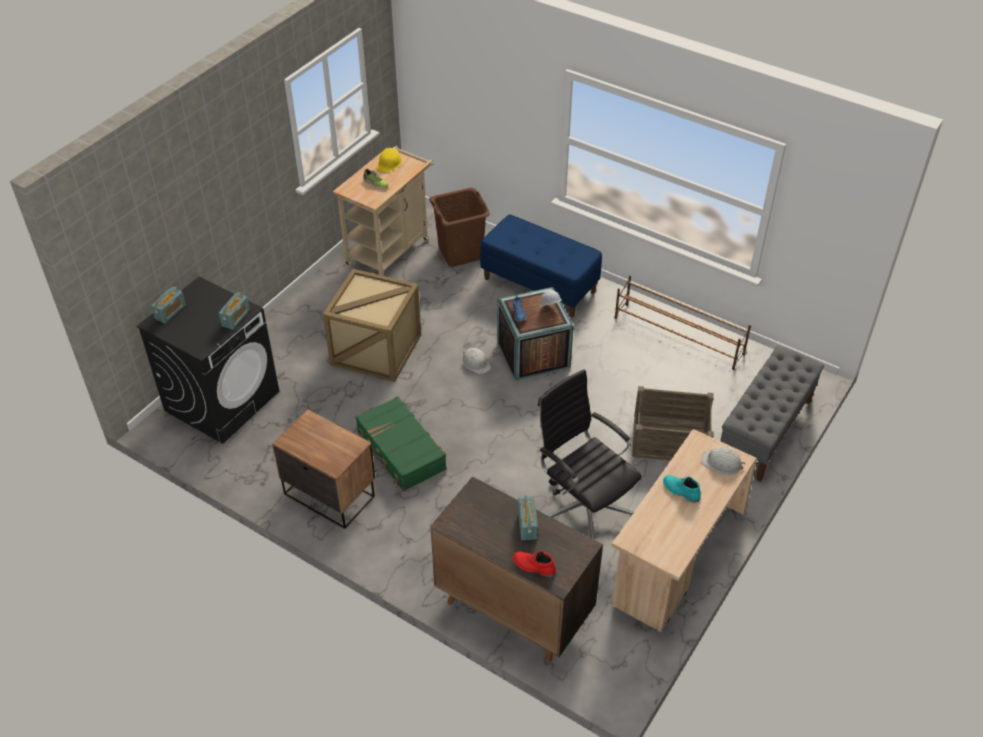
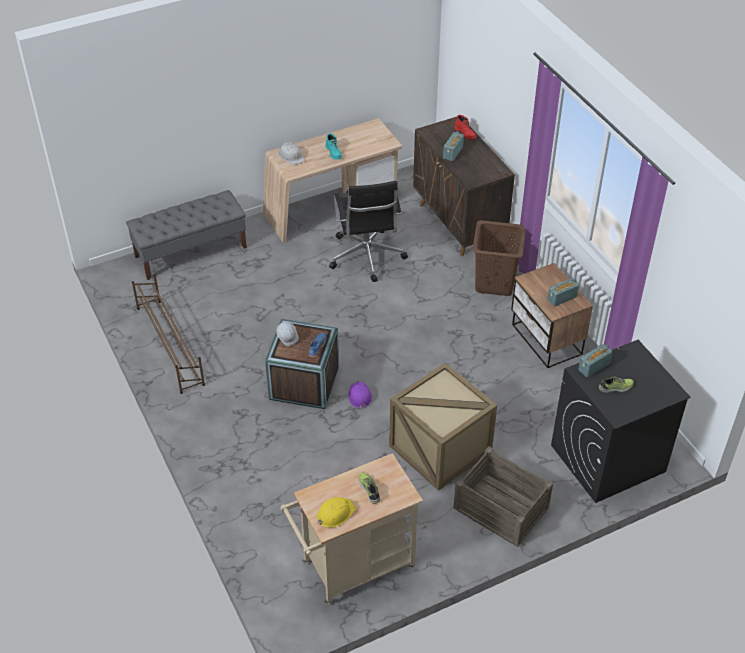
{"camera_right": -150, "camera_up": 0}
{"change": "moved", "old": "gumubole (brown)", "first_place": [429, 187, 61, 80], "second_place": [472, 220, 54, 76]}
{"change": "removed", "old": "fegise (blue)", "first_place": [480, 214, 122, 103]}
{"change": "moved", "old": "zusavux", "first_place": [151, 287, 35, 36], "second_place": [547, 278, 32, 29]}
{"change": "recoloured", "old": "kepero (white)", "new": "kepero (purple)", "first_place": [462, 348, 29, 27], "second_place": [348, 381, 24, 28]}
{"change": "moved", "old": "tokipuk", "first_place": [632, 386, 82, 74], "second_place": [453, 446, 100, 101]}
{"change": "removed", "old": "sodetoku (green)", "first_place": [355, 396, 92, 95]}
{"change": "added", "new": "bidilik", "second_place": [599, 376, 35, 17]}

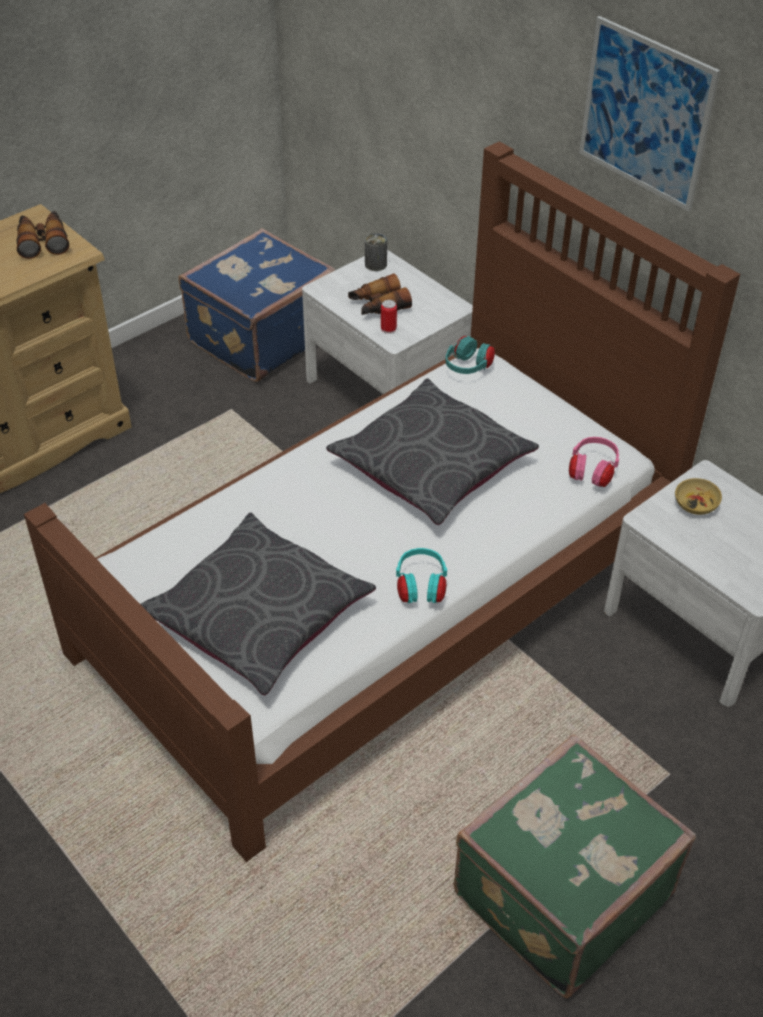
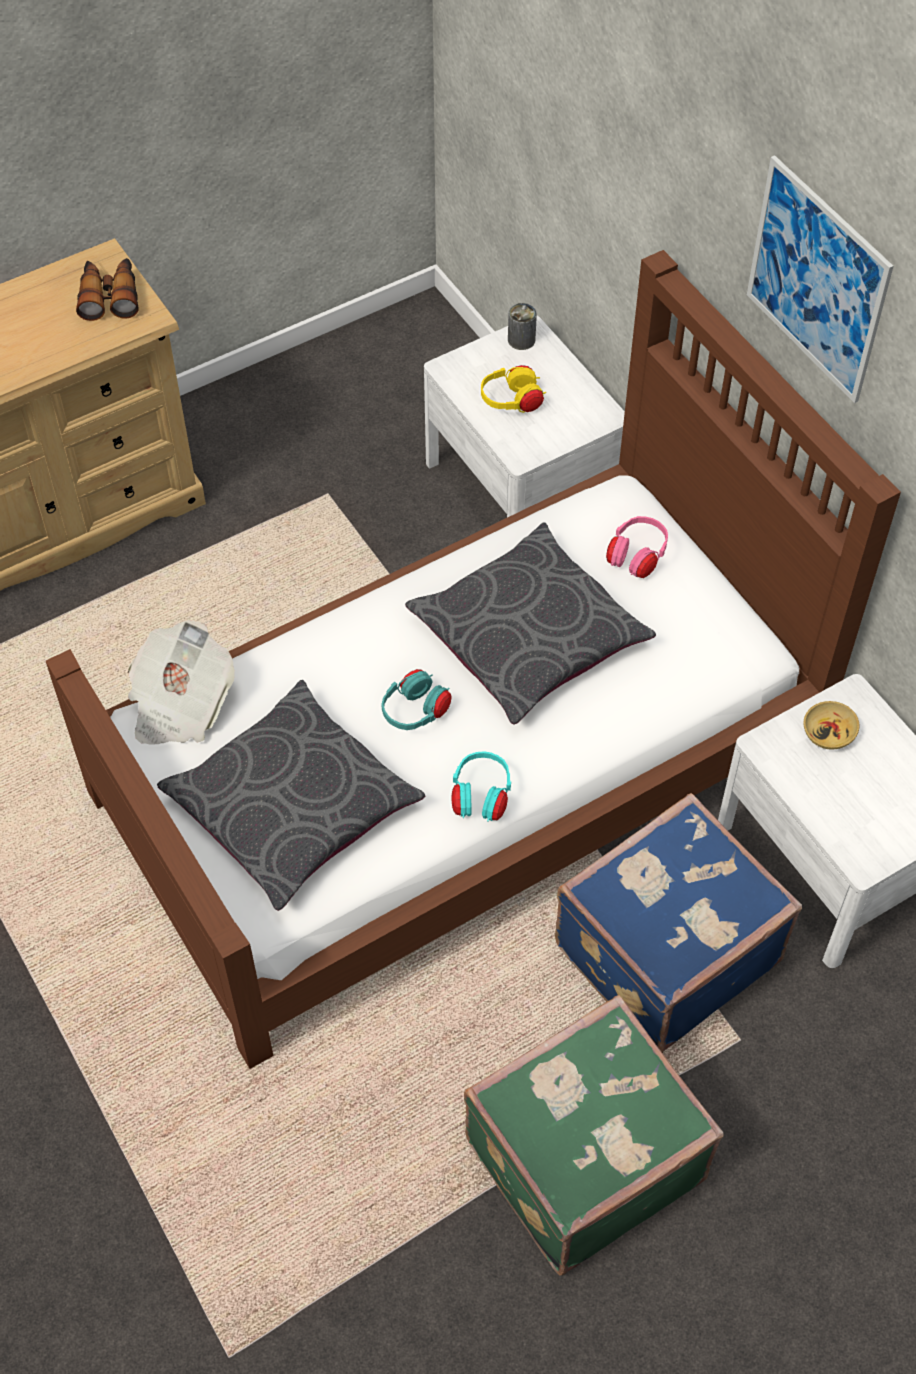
{"camera_right": 10, "camera_up": 10}
{"change": "moved", "old": "sodetoku (blue)", "first_place": [178, 228, 157, 154], "second_place": [555, 793, 247, 260]}
{"change": "replaced", "old": "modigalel", "new": "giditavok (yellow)", "first_place": [348, 273, 64, 42], "second_place": [481, 365, 65, 48]}
{"change": "removed", "old": "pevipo", "first_place": [381, 300, 16, 34]}
{"change": "moved", "old": "giditavok (turquoise)", "first_place": [445, 336, 50, 38], "second_place": [381, 669, 70, 61]}
{"change": "moved", "old": "giditavok (pink)", "first_place": [569, 437, 50, 50], "second_place": [606, 516, 62, 62]}
{"change": "added", "new": "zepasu", "second_place": [128, 620, 107, 125]}

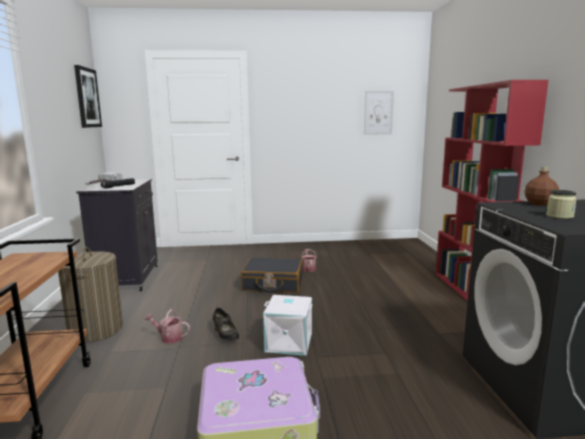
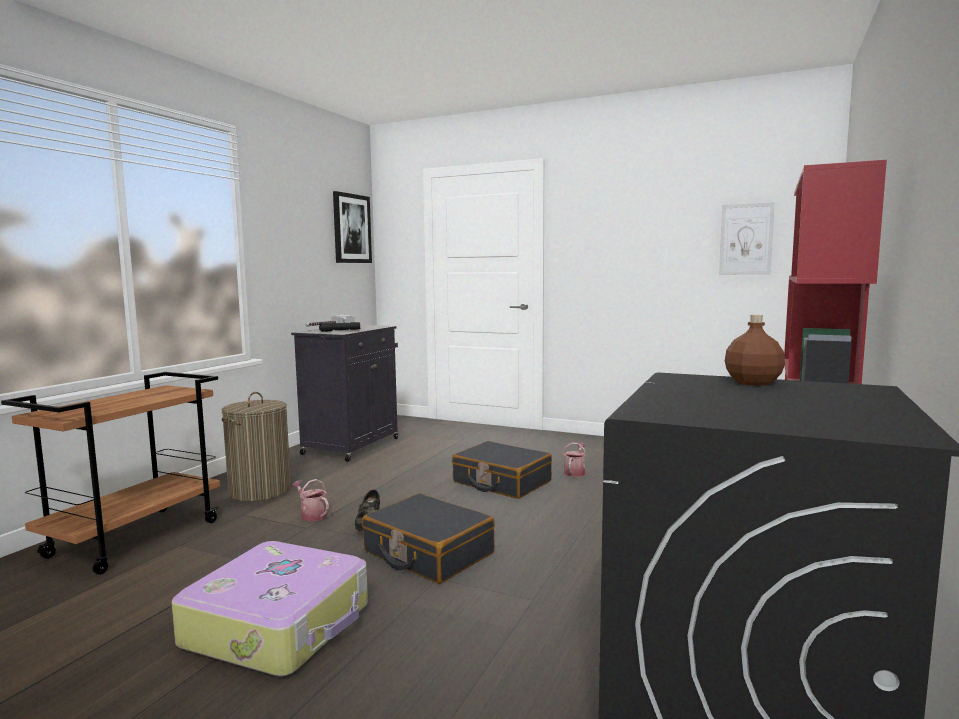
{"camera_right": 30, "camera_up": -5}
{"change": "removed", "old": "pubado", "first_place": [546, 190, 31, 29]}
{"change": "replaced", "old": "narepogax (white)", "new": "sodetoku (black)", "first_place": [263, 295, 50, 61], "second_place": [362, 493, 133, 91]}

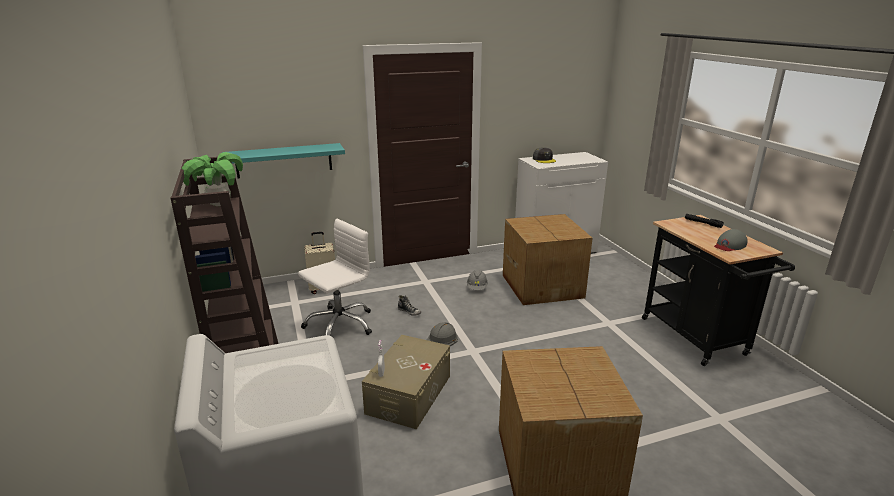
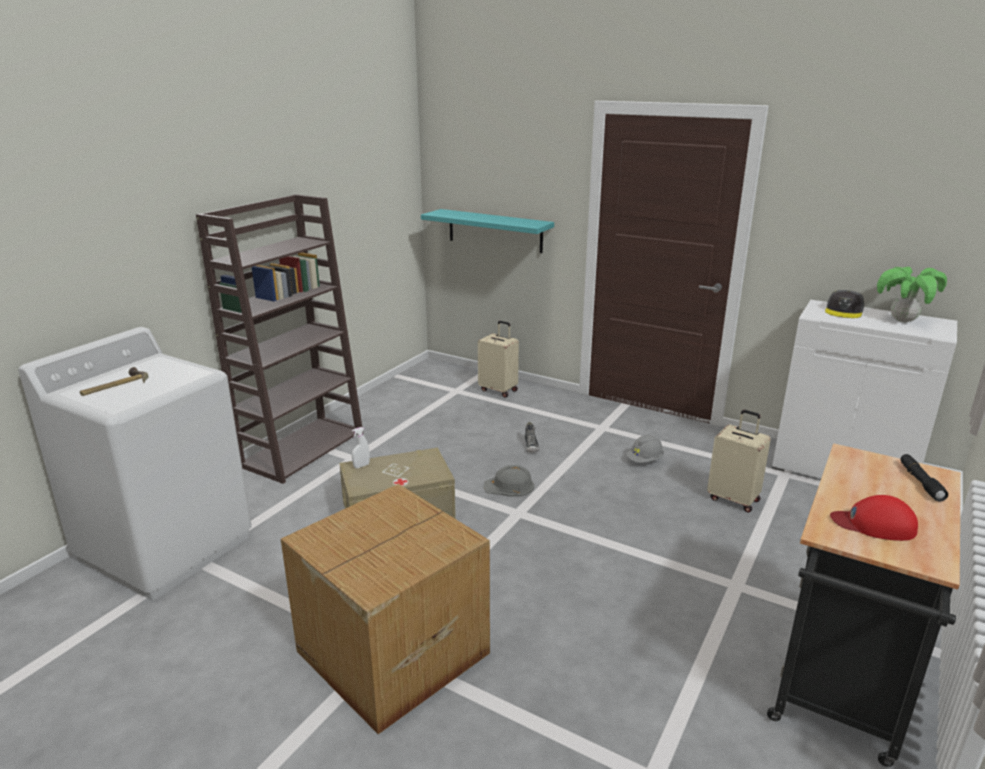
{"camera_right": 50, "camera_up": 0}
{"change": "moved", "old": "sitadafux", "first_place": [182, 152, 61, 54], "second_place": [877, 267, 70, 55]}
{"change": "replaced", "old": "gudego", "new": "sodetoku (beige)", "first_place": [503, 214, 90, 91], "second_place": [707, 410, 64, 102]}
{"change": "removed", "old": "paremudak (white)", "first_place": [298, 219, 74, 117]}
{"change": "recoloured", "old": "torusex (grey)", "new": "torusex (red)", "first_place": [714, 229, 34, 22], "second_place": [830, 495, 88, 46]}
{"change": "added", "new": "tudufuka", "second_place": [80, 367, 69, 29]}

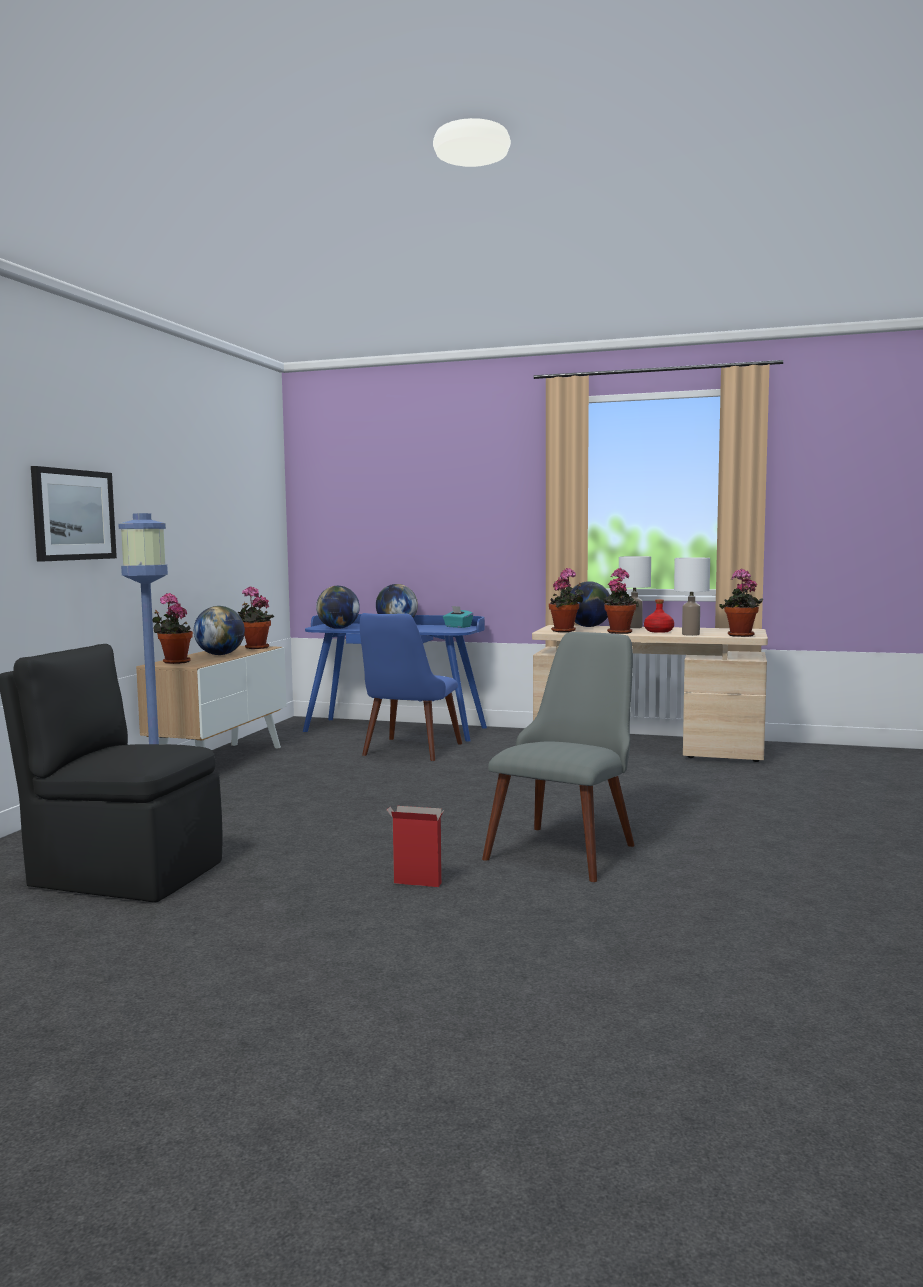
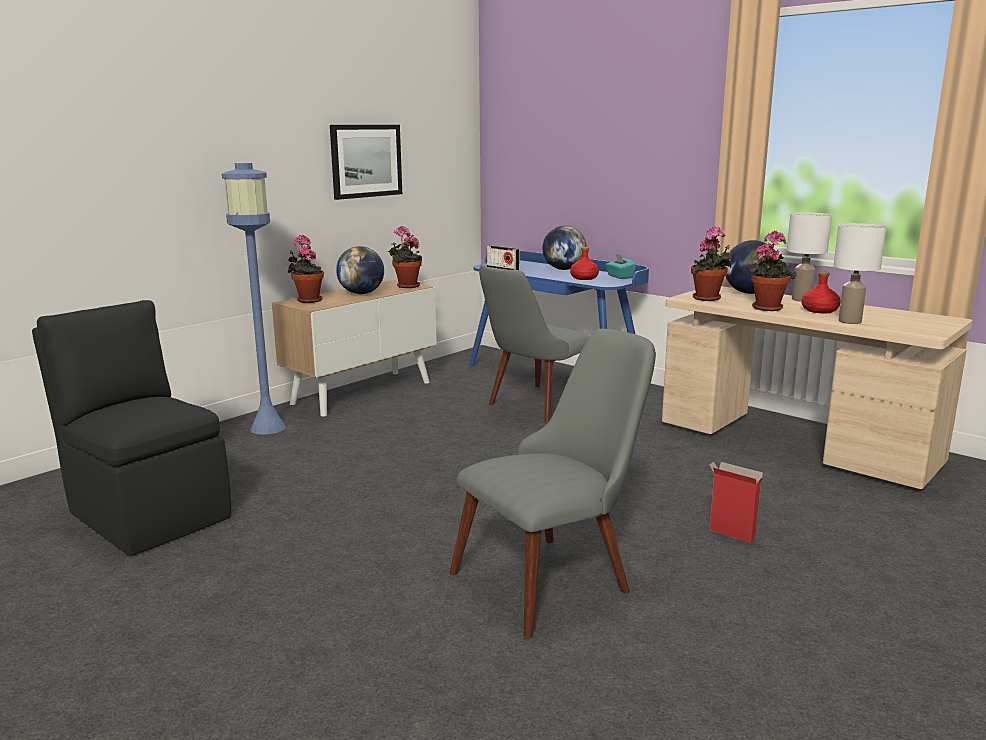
{"camera_right": 25, "camera_up": 10}
{"change": "moved", "old": "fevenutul", "first_place": [31, 466, 86, 96], "second_place": [330, 125, 72, 75]}
{"change": "removed", "old": "sitadafux", "first_place": [719, 569, 44, 68]}
{"change": "replaced", "old": "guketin", "new": "zusavux", "first_place": [316, 586, 44, 43], "second_place": [487, 245, 33, 25]}
{"change": "recoloured", "old": "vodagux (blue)", "new": "vodagux (grey)", "first_place": [360, 613, 102, 148], "second_place": [479, 265, 111, 158]}
{"change": "moved", "old": "gudego", "first_place": [387, 806, 57, 81], "second_place": [710, 462, 55, 81]}
{"change": "added", "new": "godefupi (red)", "second_place": [570, 247, 29, 33]}

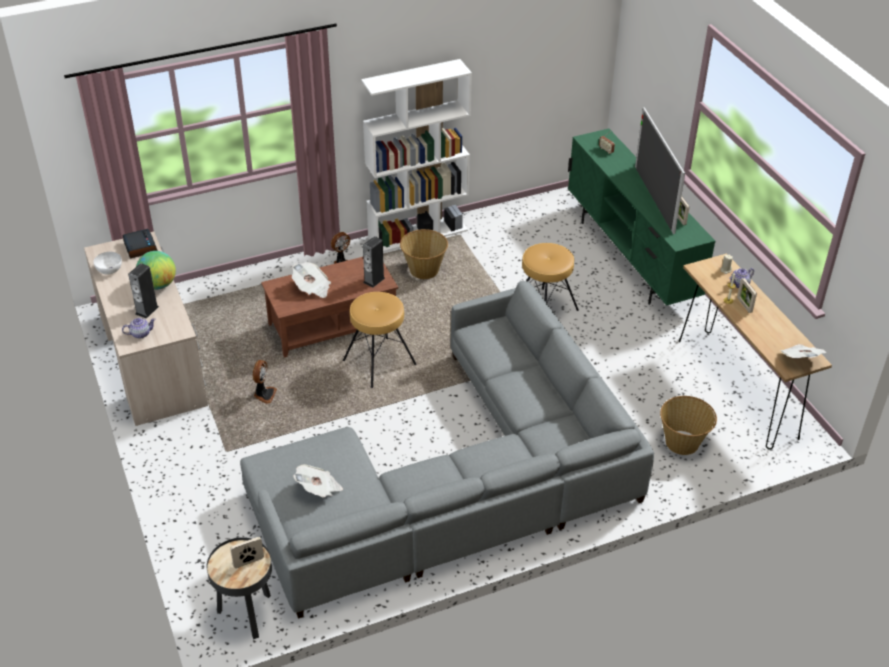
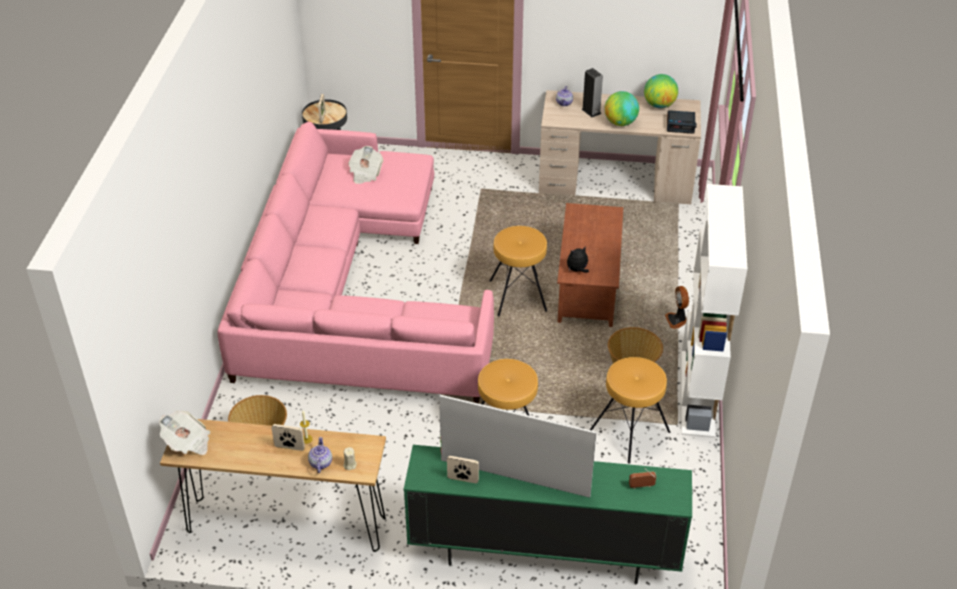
{"camera_right": 120, "camera_up": 0}
{"change": "replaced", "old": "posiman", "new": "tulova", "first_place": [363, 236, 22, 52], "second_place": [567, 246, 22, 27]}
{"change": "replaced", "old": "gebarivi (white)", "new": "guketin", "first_place": [93, 252, 29, 22], "second_place": [644, 74, 34, 34]}
{"change": "removed", "old": "zepasu", "first_place": [292, 262, 39, 36]}
{"change": "recoloured", "old": "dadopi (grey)", "new": "dadopi (pink)", "first_place": [240, 281, 414, 338], "second_place": [218, 122, 276, 282]}
{"change": "removed", "old": "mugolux", "first_place": [253, 360, 24, 44]}
{"change": "added", "new": "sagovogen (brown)", "second_place": [590, 357, 80, 107]}

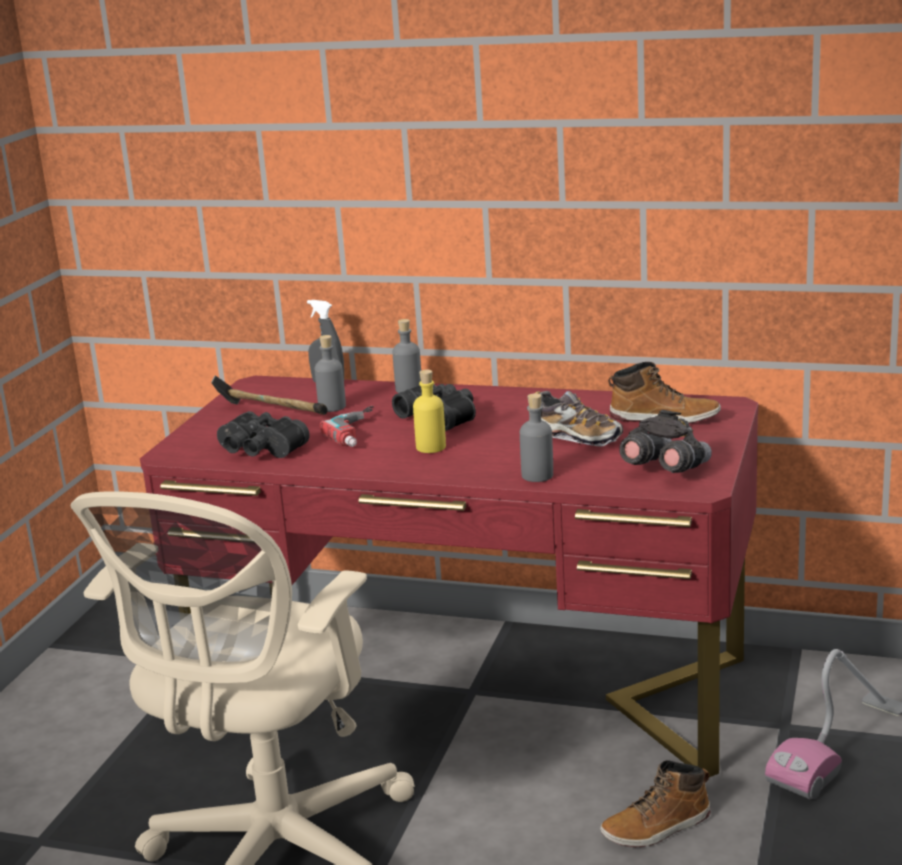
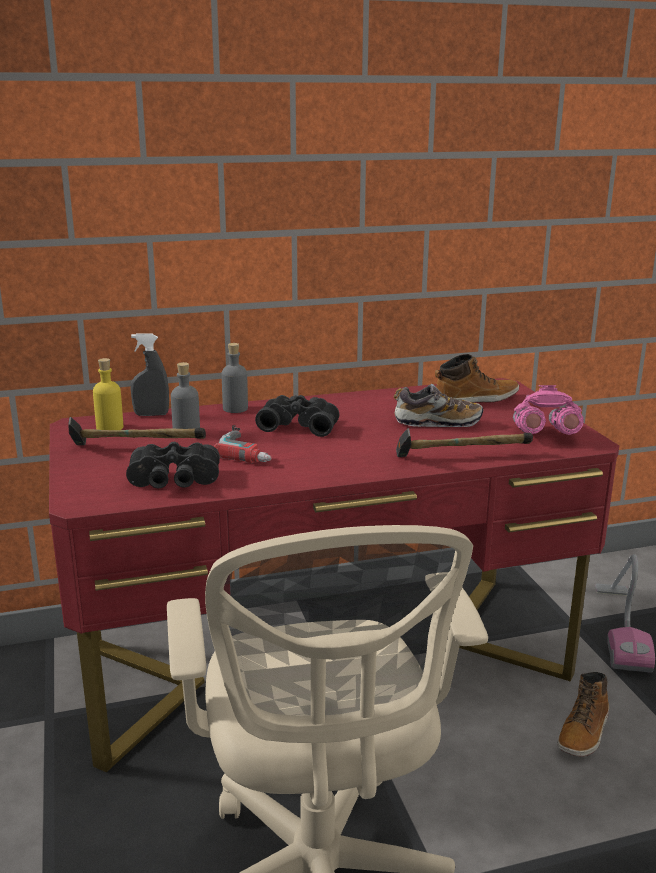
{"camera_right": -35, "camera_up": 0}
{"change": "moved", "old": "godefupi (yellow)", "first_place": [413, 370, 33, 83], "second_place": [93, 358, 30, 72]}
{"change": "replaced", "old": "godefupi (grey)", "new": "tudufuka", "first_place": [520, 394, 33, 88], "second_place": [396, 428, 137, 29]}
{"change": "recoloured", "old": "modigalel (grey)", "new": "modigalel (pink)", "first_place": [619, 410, 93, 63], "second_place": [513, 385, 71, 50]}

